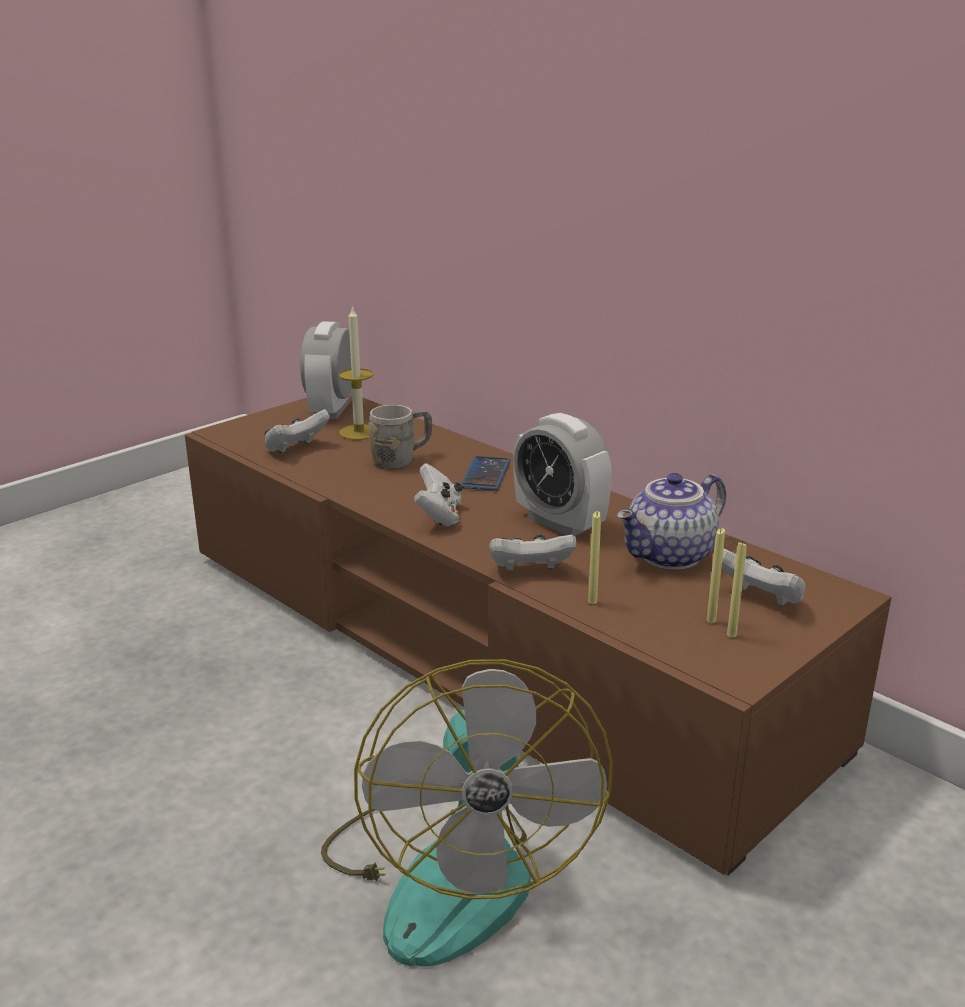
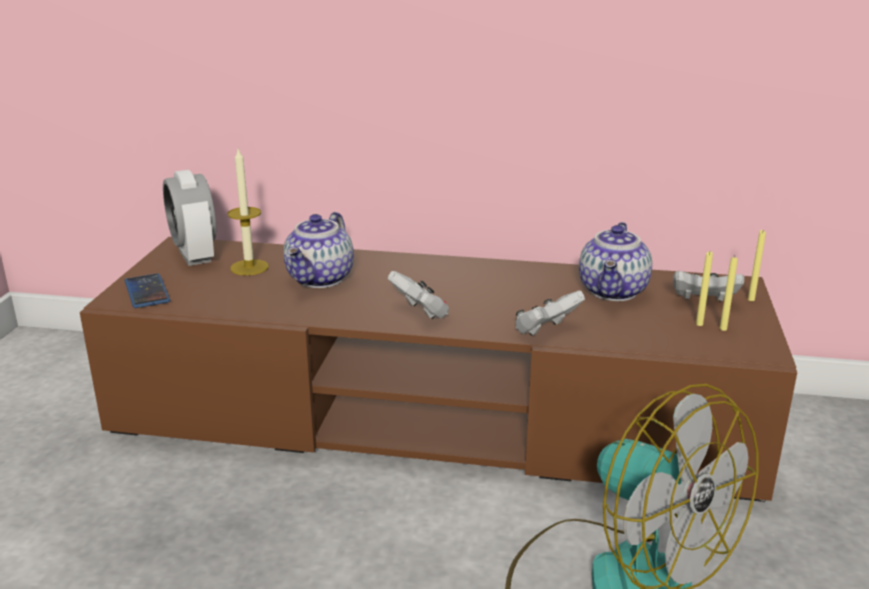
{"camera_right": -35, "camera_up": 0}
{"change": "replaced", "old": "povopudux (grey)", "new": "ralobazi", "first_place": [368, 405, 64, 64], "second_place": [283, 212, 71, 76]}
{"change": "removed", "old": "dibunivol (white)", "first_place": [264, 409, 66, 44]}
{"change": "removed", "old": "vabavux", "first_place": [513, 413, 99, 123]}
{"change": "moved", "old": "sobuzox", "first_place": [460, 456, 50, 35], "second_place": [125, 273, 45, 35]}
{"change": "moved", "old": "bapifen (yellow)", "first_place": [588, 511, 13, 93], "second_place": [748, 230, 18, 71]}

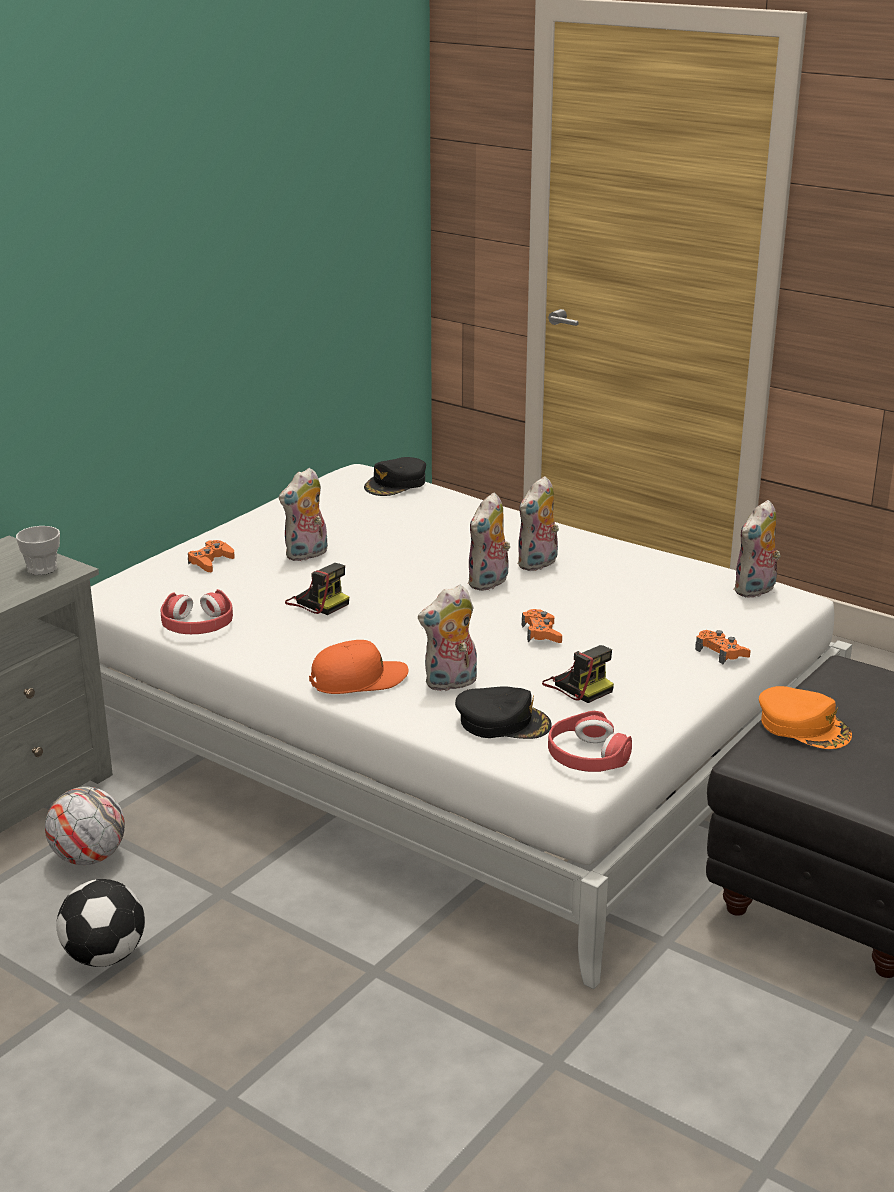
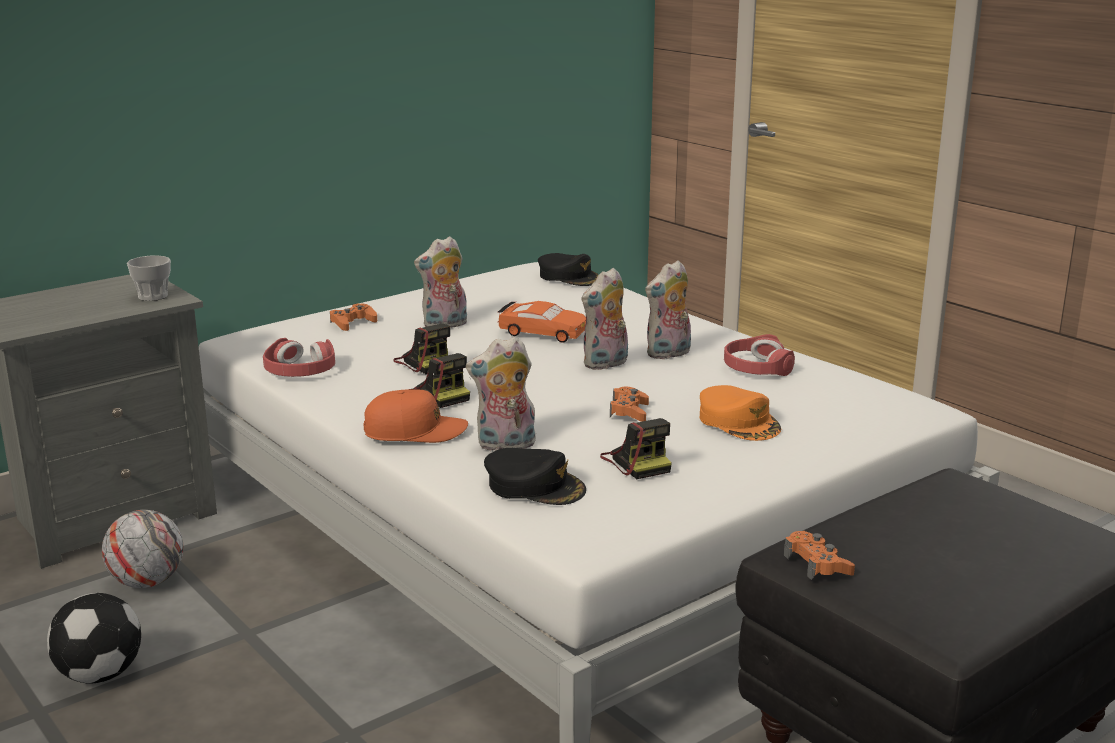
{"camera_right": 15, "camera_up": -5}
{"change": "turned", "old": "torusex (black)", "first_place": [364, 457, 62, 39], "second_place": [538, 253, 61, 33], "degrees": -105}
{"change": "removed", "old": "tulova", "first_place": [733, 500, 47, 98]}
{"change": "moved", "old": "dibunivol (orange)", "first_place": [695, 630, 56, 34], "second_place": [784, 531, 71, 49]}
{"change": "moved", "old": "torusex (orange)", "first_place": [759, 686, 93, 63], "second_place": [700, 385, 81, 56]}
{"change": "moved", "old": "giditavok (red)", "first_place": [548, 711, 84, 61], "second_place": [724, 334, 71, 42]}
{"change": "added", "new": "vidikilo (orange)", "second_place": [498, 301, 88, 42]}
{"change": "added", "new": "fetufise", "second_place": [413, 353, 57, 55]}

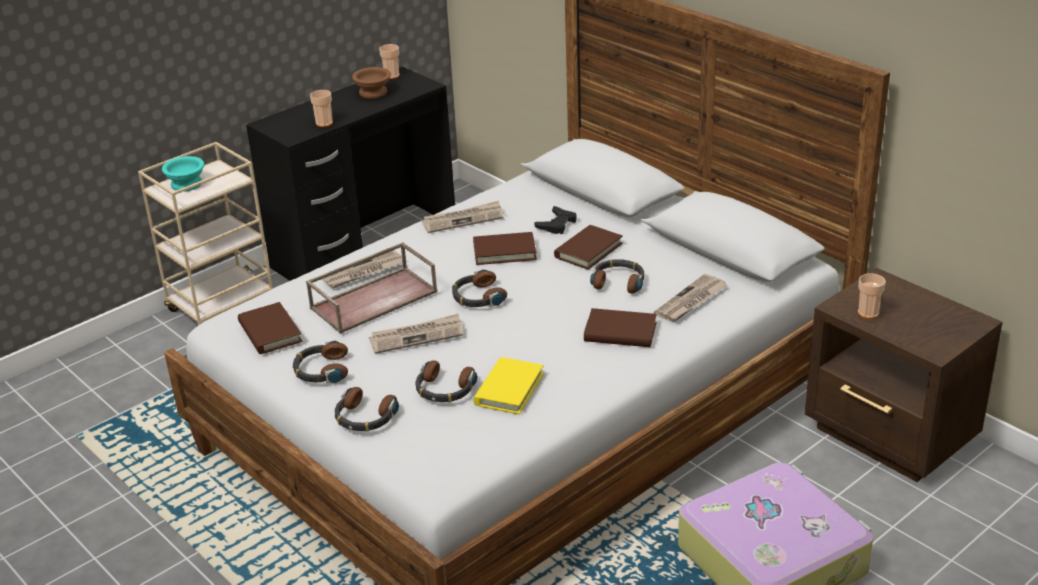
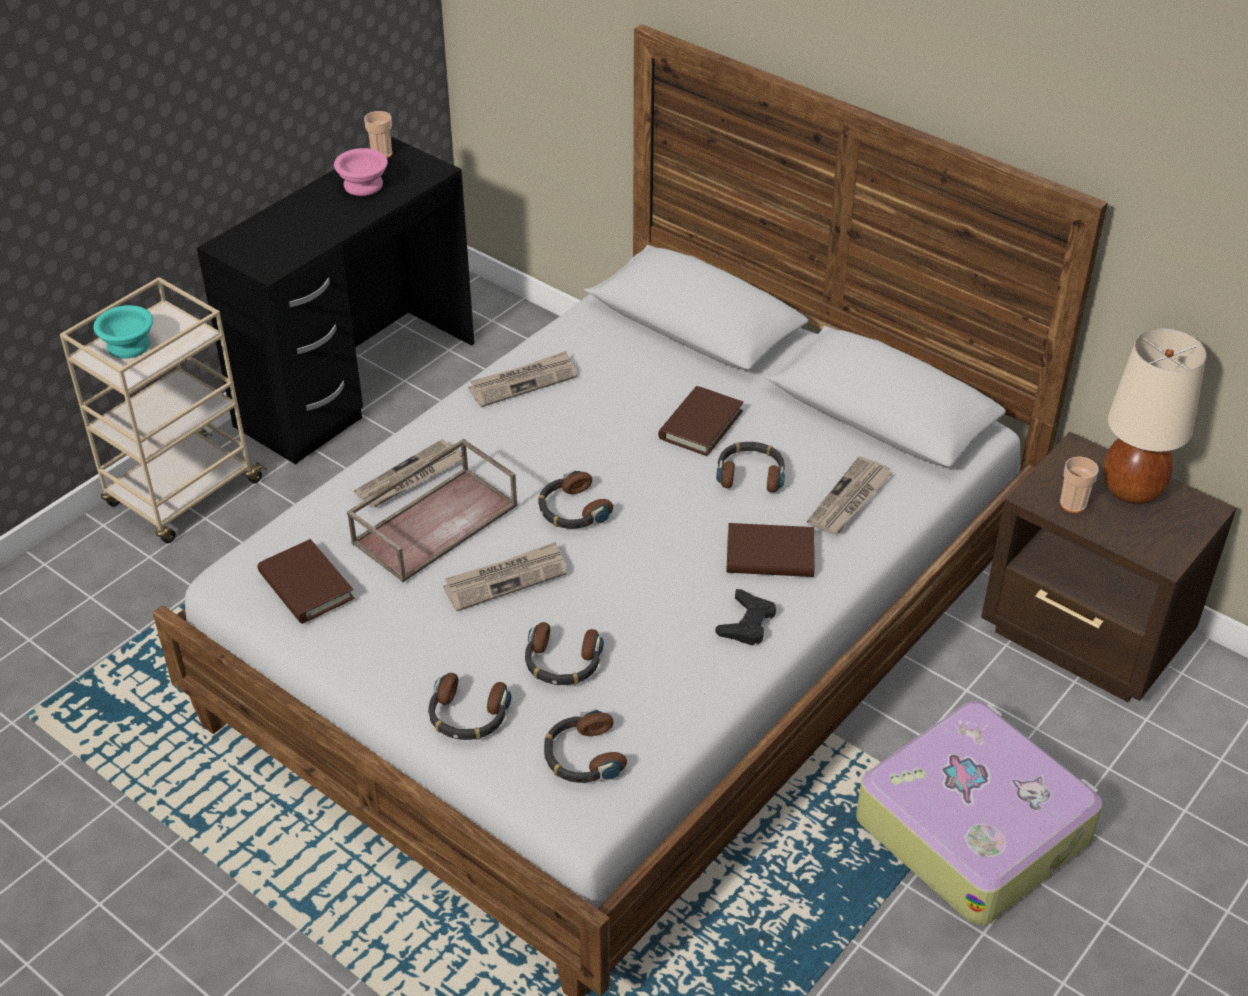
{"camera_right": -10, "camera_up": 10}
{"change": "recoloured", "old": "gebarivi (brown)", "new": "gebarivi (pink)", "first_place": [352, 67, 39, 32], "second_place": [334, 148, 54, 48]}
{"change": "removed", "old": "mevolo", "first_place": [310, 90, 23, 37]}
{"change": "moved", "old": "dibunivol (black)", "first_place": [535, 206, 42, 28], "second_place": [716, 589, 60, 56]}
{"change": "removed", "old": "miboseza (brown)", "first_place": [473, 232, 64, 33]}
{"change": "moved", "old": "giditavok", "first_place": [293, 340, 55, 44], "second_place": [544, 709, 83, 74]}
{"change": "removed", "old": "miboseza (yellow)", "first_place": [473, 357, 71, 57]}
{"change": "added", "new": "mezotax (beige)", "second_place": [1103, 329, 104, 175]}

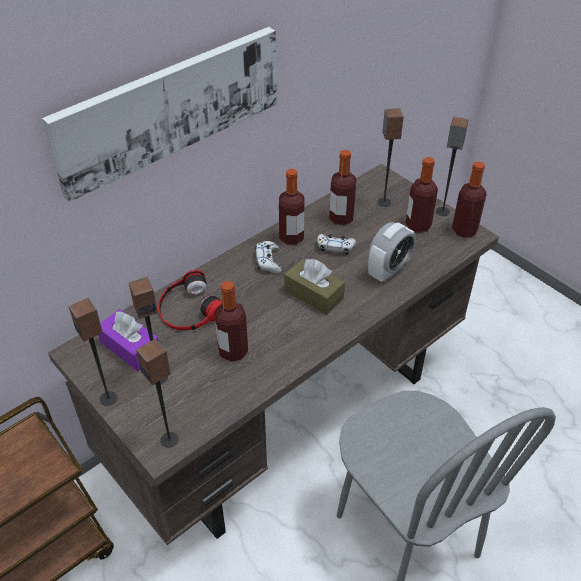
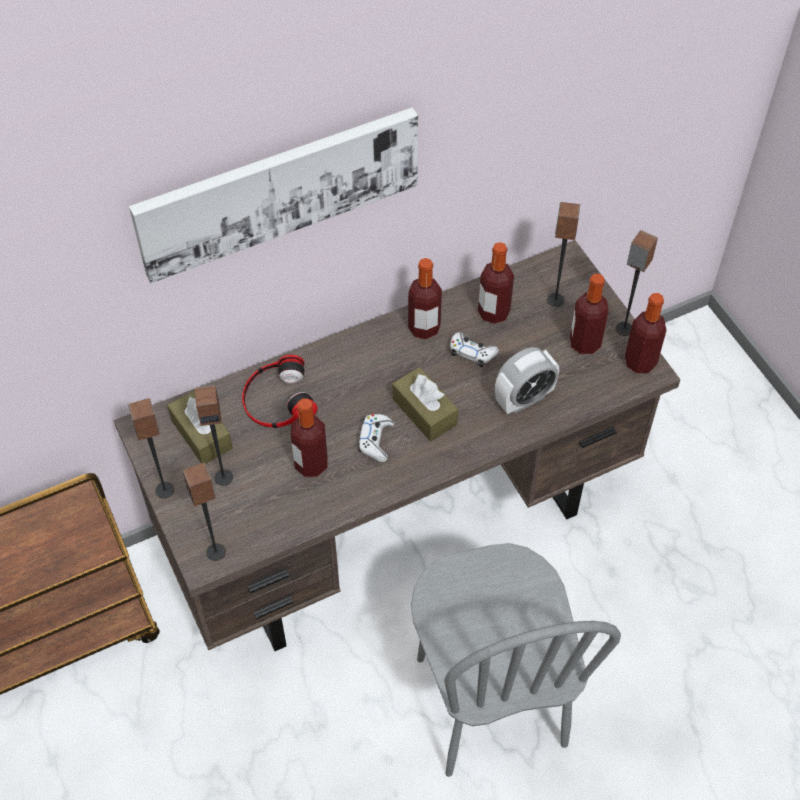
{"camera_right": 15, "camera_up": 10}
{"change": "moved", "old": "dibunivol (white)", "first_place": [255, 241, 27, 33], "second_place": [358, 414, 36, 48]}
{"change": "recoloured", "old": "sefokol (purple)", "new": "sefokol (brown)", "first_place": [99, 309, 60, 62], "second_place": [167, 390, 66, 74]}

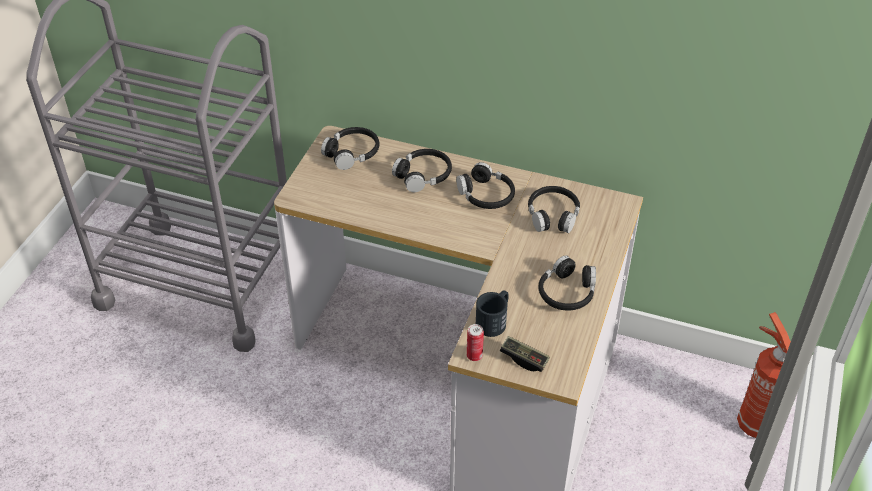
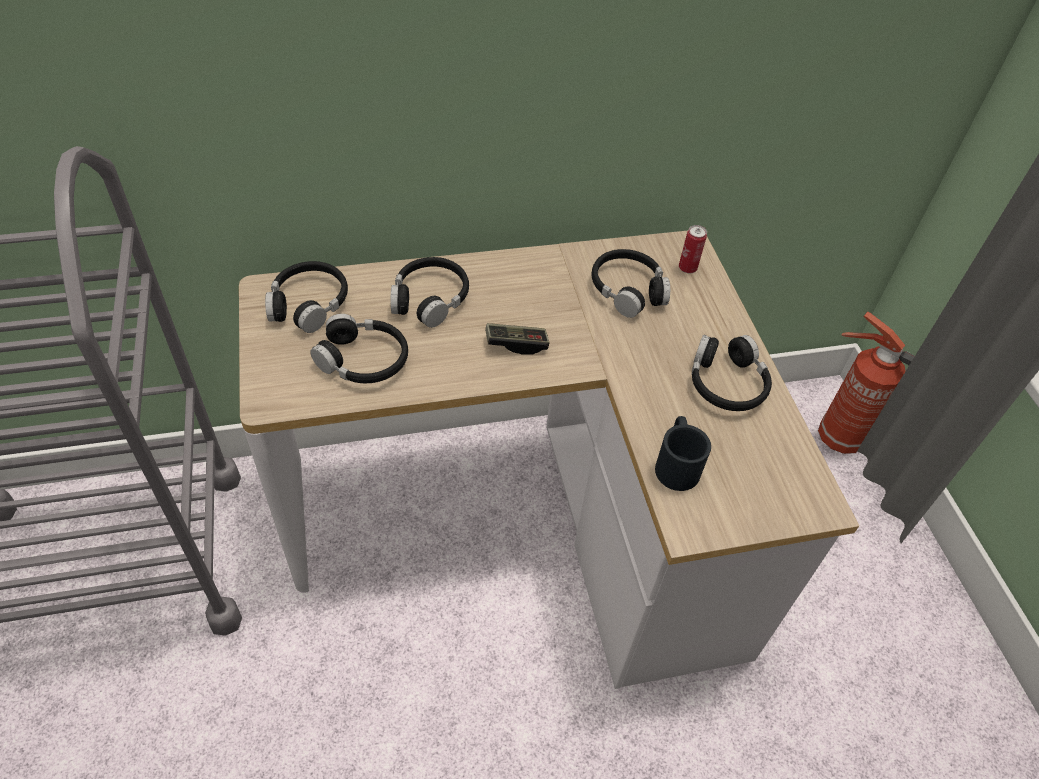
{"camera_right": -35, "camera_up": 5}
{"change": "moved", "old": "giditavok (black)", "first_place": [456, 162, 59, 47], "second_place": [310, 314, 98, 69]}
{"change": "moved", "old": "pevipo", "first_place": [467, 324, 17, 37], "second_place": [679, 225, 28, 48]}
{"change": "moved", "old": "dibunivol", "first_place": [500, 336, 50, 36], "second_place": [485, 323, 64, 32]}

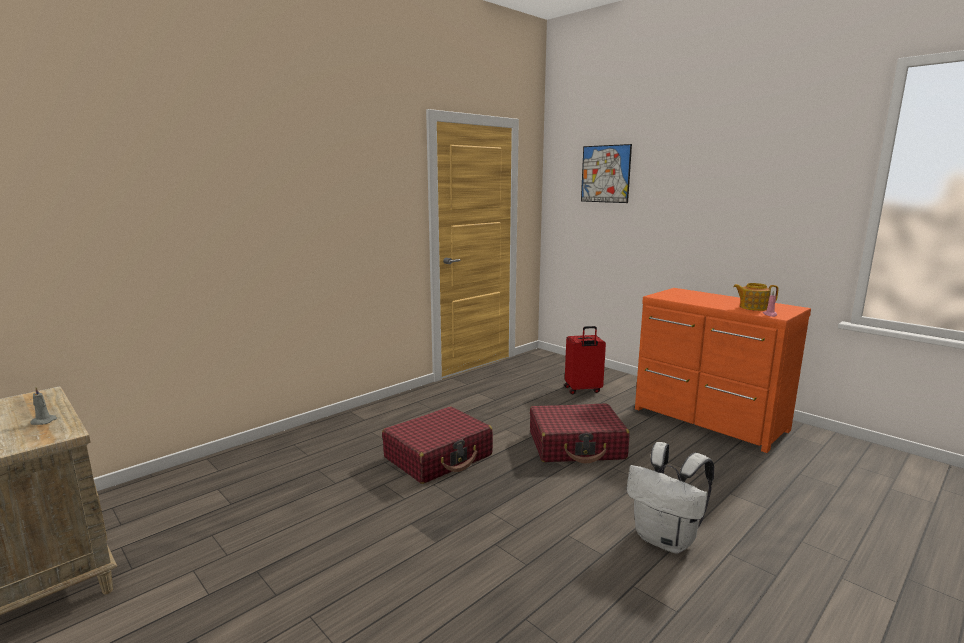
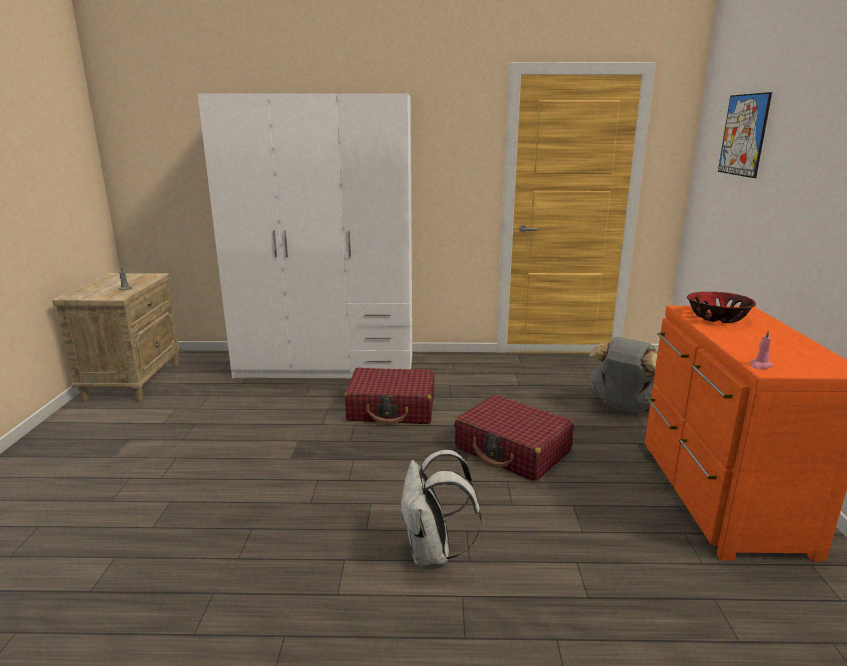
{"camera_right": 45, "camera_up": 5}
{"change": "removed", "old": "ralobazi", "first_place": [733, 283, 46, 28]}
{"change": "replaced", "old": "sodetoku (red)", "new": "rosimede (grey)", "first_place": [564, 326, 42, 69], "second_place": [589, 337, 69, 77]}
{"change": "added", "new": "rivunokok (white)", "second_place": [198, 93, 214, 285]}
{"change": "added", "new": "gebarivi", "second_place": [687, 292, 69, 31]}

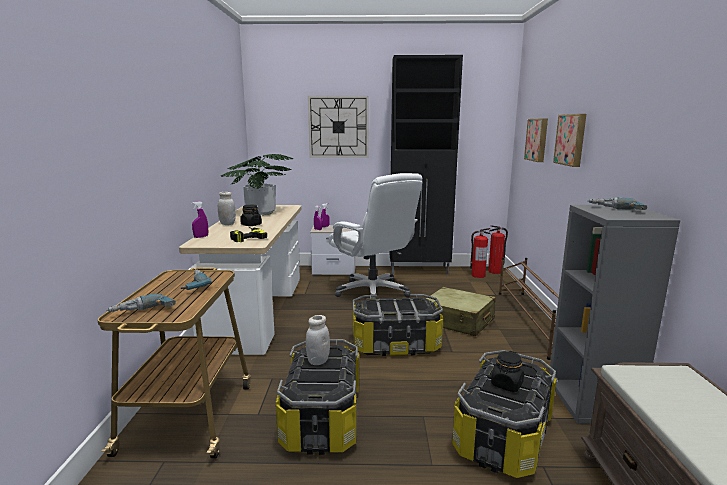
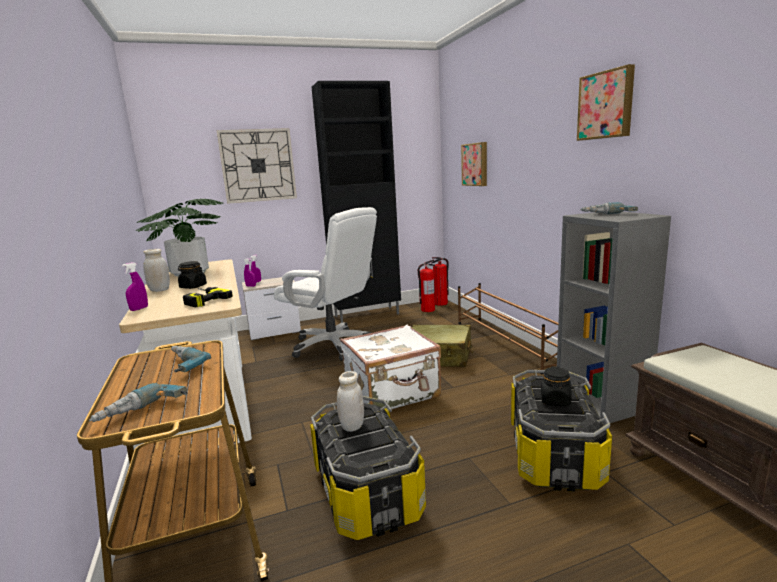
{"camera_right": -20, "camera_up": 0}
{"change": "moved", "old": "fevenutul", "first_place": [553, 114, 33, 53], "second_place": [577, 64, 58, 77]}
{"change": "replaced", "old": "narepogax", "new": "sodetoku (white)", "first_place": [353, 294, 90, 62], "second_place": [340, 325, 101, 85]}

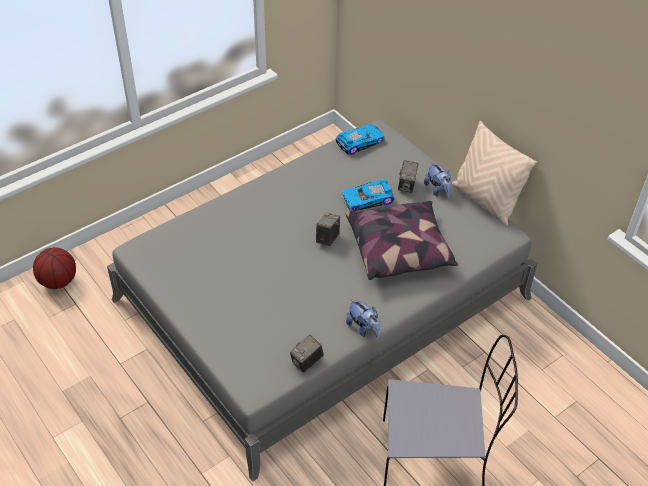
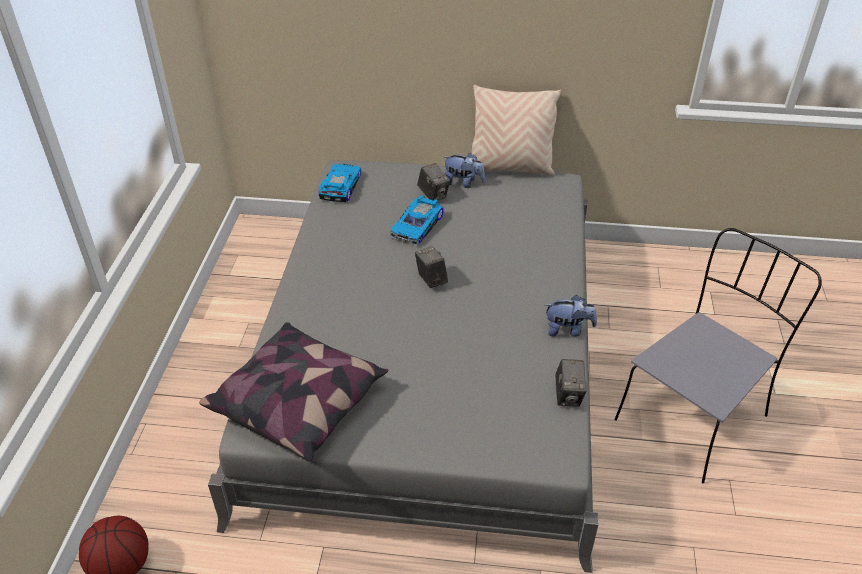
{"camera_right": -45, "camera_up": -5}
{"change": "moved", "old": "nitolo", "first_place": [345, 201, 114, 79], "second_place": [199, 322, 190, 140]}

